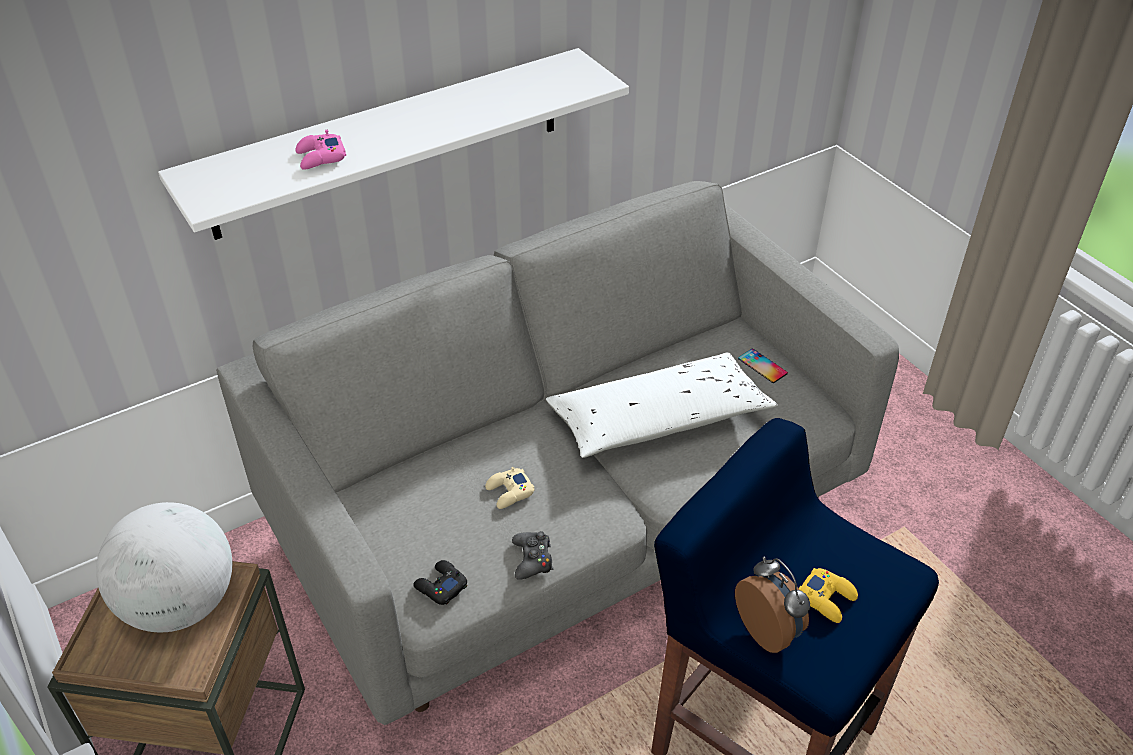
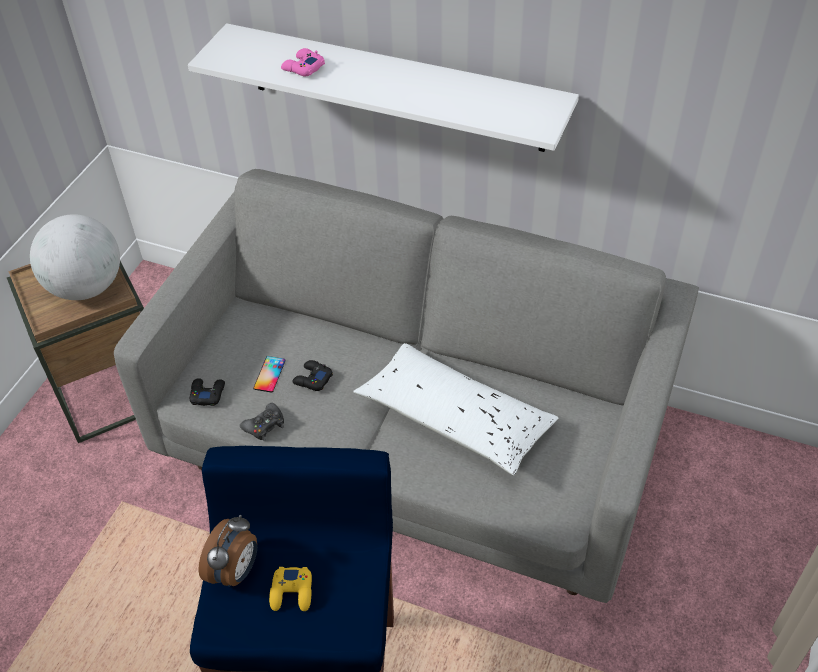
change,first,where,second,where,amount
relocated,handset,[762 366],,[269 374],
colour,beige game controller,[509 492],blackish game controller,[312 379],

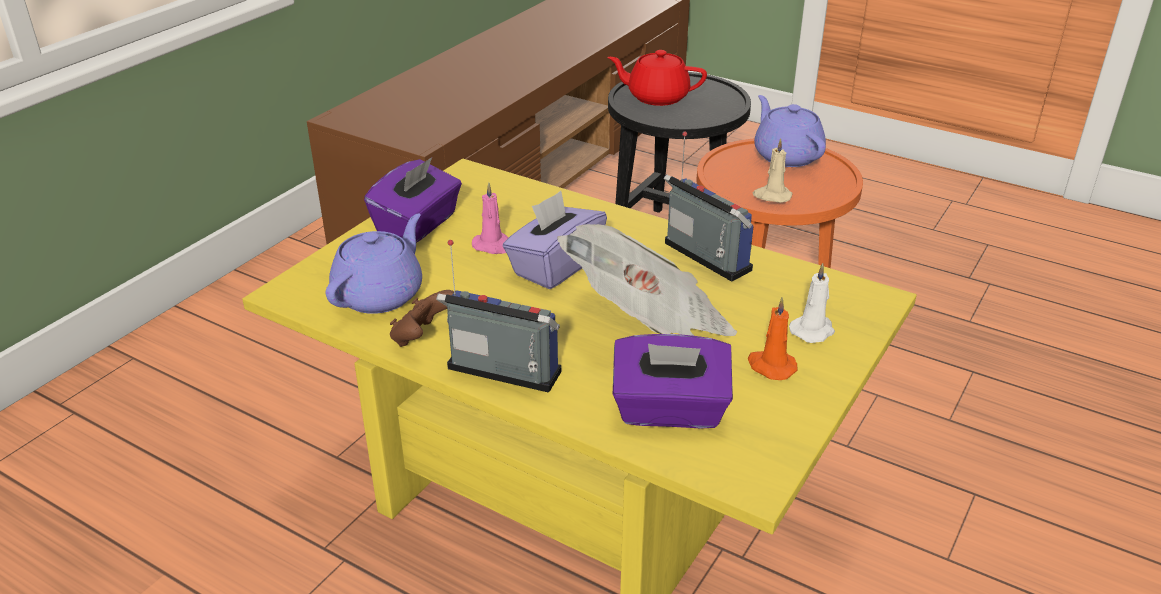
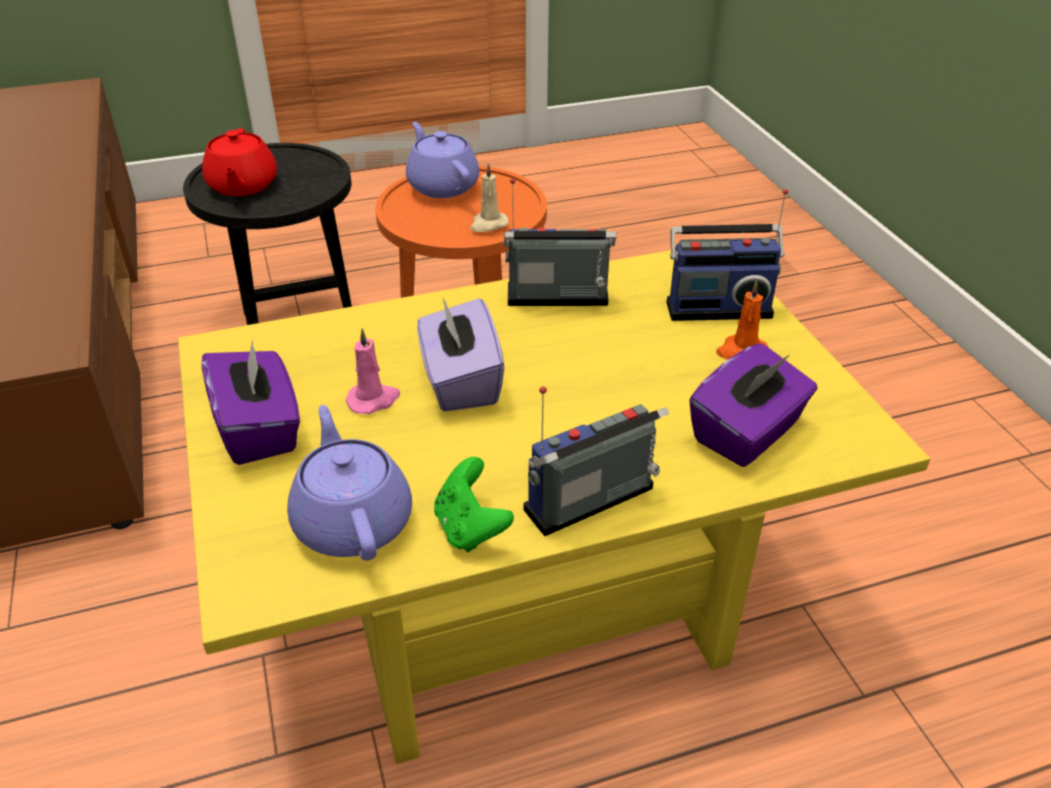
change,first,where,second,where,amount
spun,red teapot,[657 97],,[242 186],60 degrees counterclockwise
spun,purple teapot,[786 155],,[442 185],45 degrees clockwise
missing,newspaper,[648 322],,,
exchanged,whitish wax candle,[813 330],radio set,[717 307],
colour,brown game controller,[422 338],green-coloured game controller,[470 528],

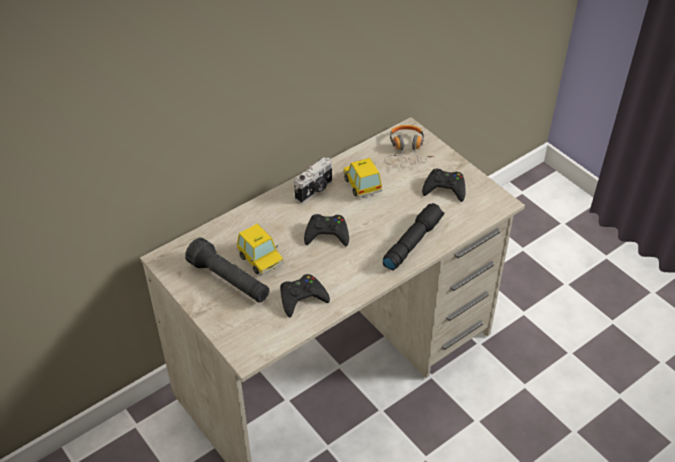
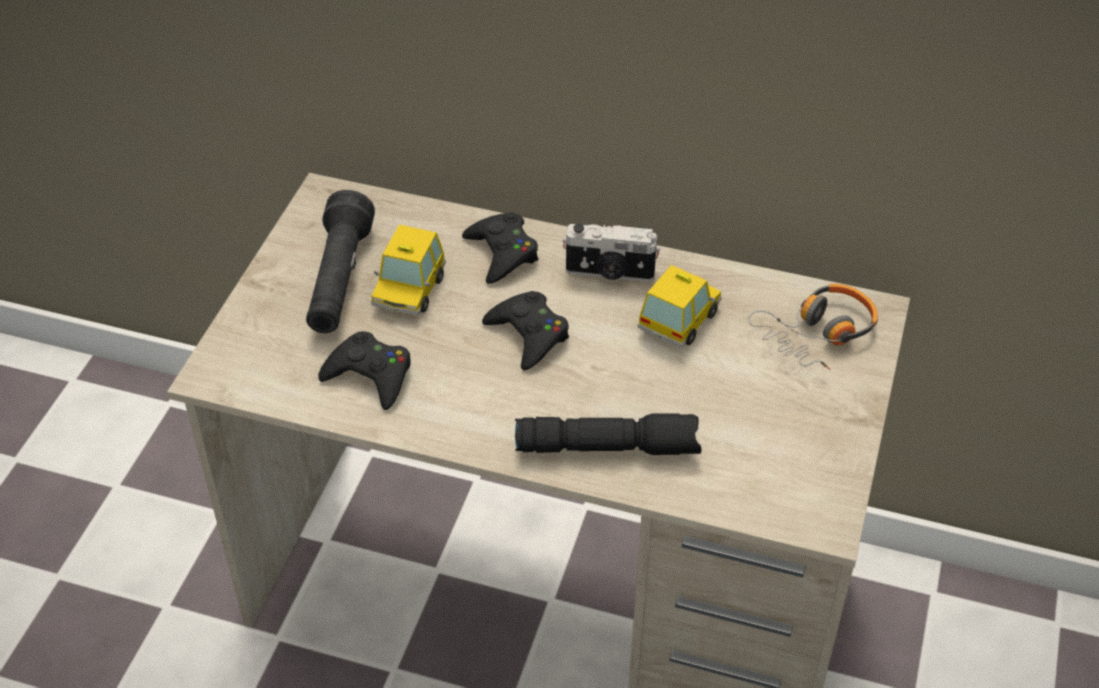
change,first,where,second,where,amount
relocated,blackish game controller,[444 188],,[502 253],

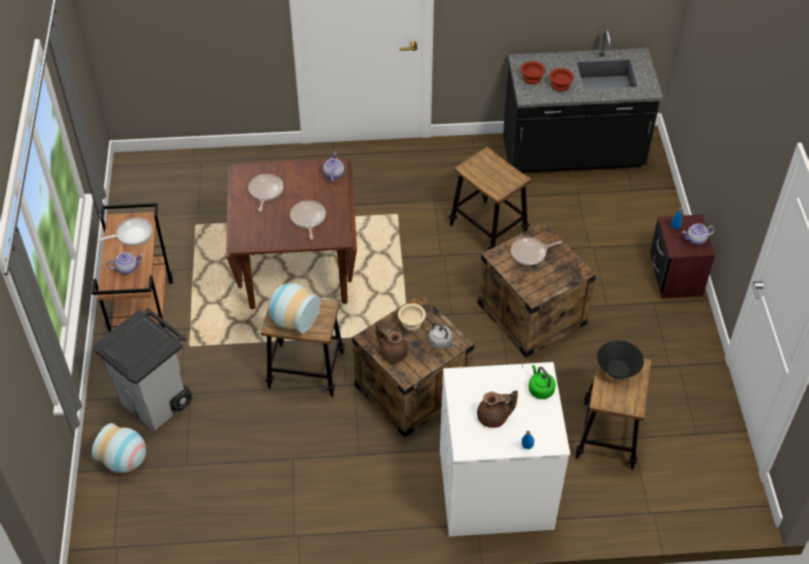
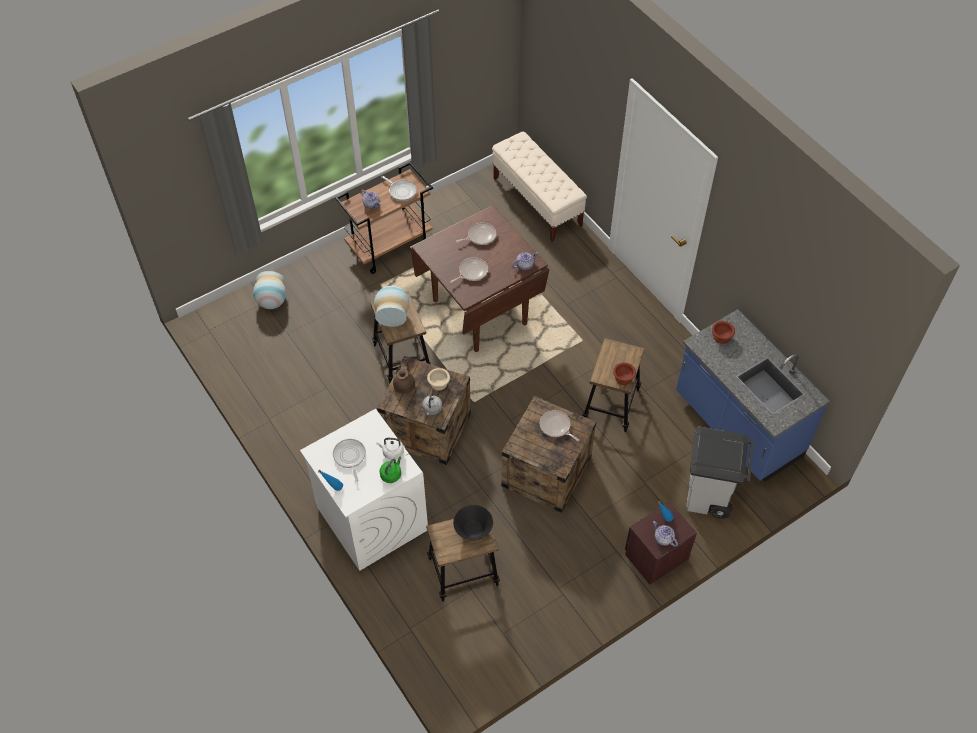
change,first,where,second,where,amount
colour,blackish counter,[572 155],bluish counter,[737 427],
relocated,brown bowl,[560 85],,[624 378],
relocated,grey waste bin,[156 402],,[709 496],
exchanged,brown teapot,[494 417],skillet,[350 457],
appeared,,,beige bench,[537 202],
appeared,,,whitish kettle,[392 452],

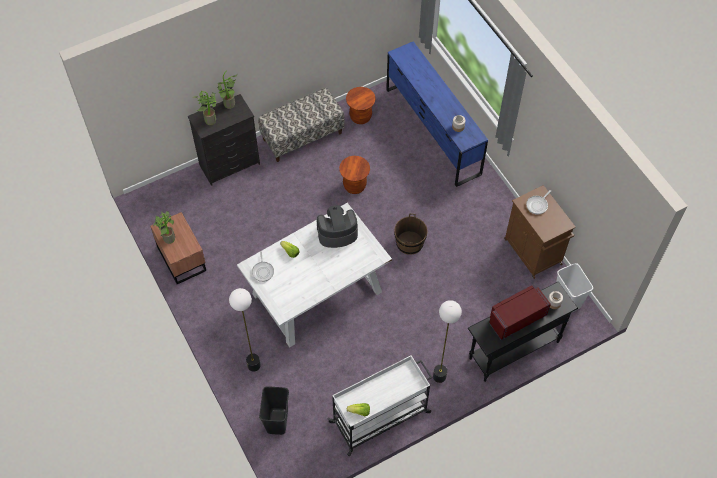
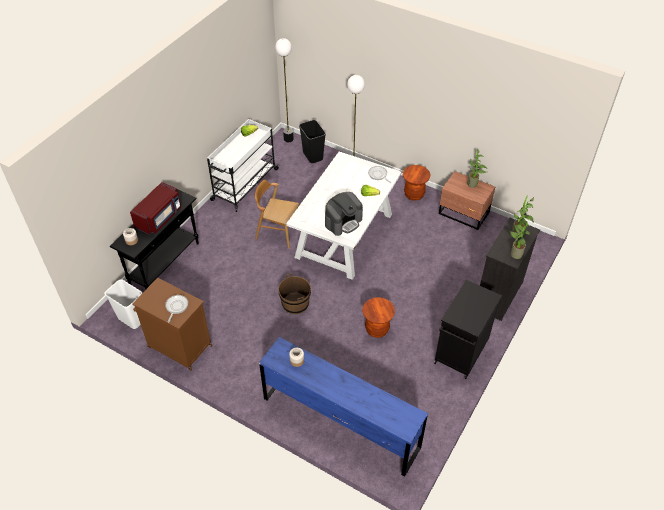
change,first,where,second,where,amount
relocated,brown stool seat,[360 117],,[414 194],
exchanged,bench,[302 136],blackish cupboard,[460 352],
relocated,standing lamp,[439 376],,[288 139],
appeared,,,brown upright chair,[278 232],

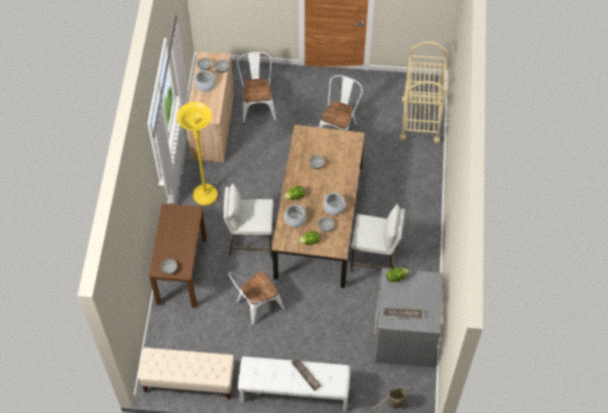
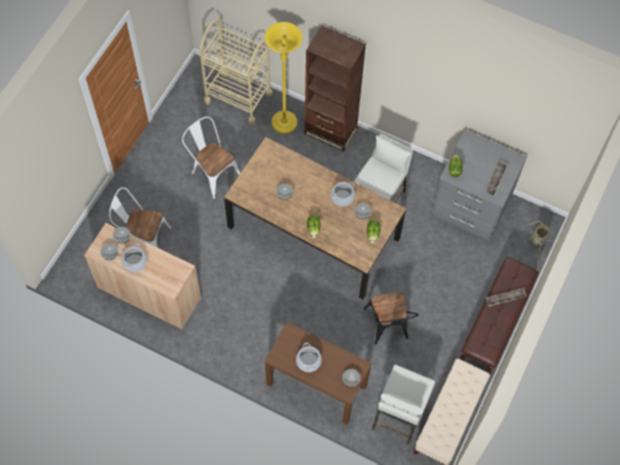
change,first,where,second,where,amount
relocated,yellow-coloured standing lamp,[205 195],,[284 123],
relocated,whitish stool seat,[251 241],,[399 415],
relocated,stockpot,[295 219],,[308 361],
colour,whitish upright chair,[256 306],blackish upright chair,[388 327],
colour,whitish bench,[294 392],brown bench,[494 325],
appeared,,,brown shelving unit,[330 130],

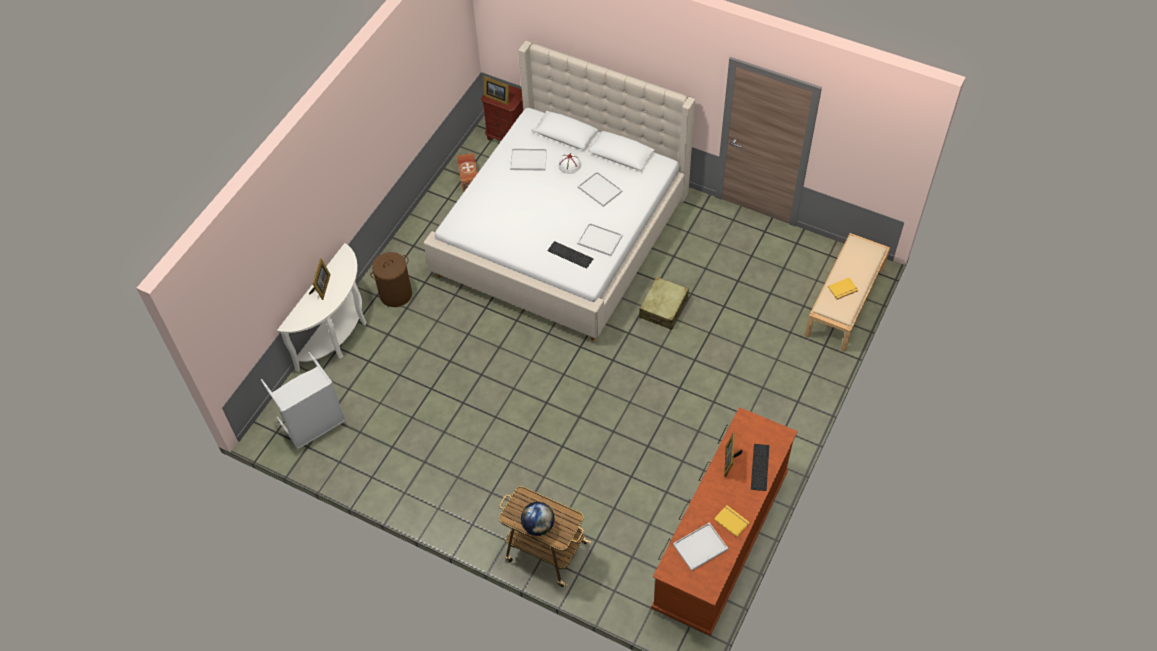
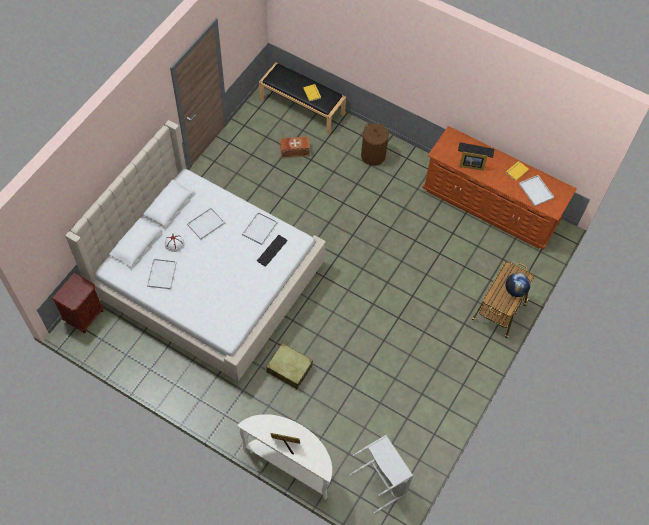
change,first,where,second,where,amount
missing,standing frame,[497 97],,,
relocated,brown storage container,[469 178],,[294 151],
colour,beige bench,[845 302],blackish bench,[302 106],
relocated,brown washing basket,[396 294],,[373 155],
relocated,beige travel case,[663 308],,[289 369],

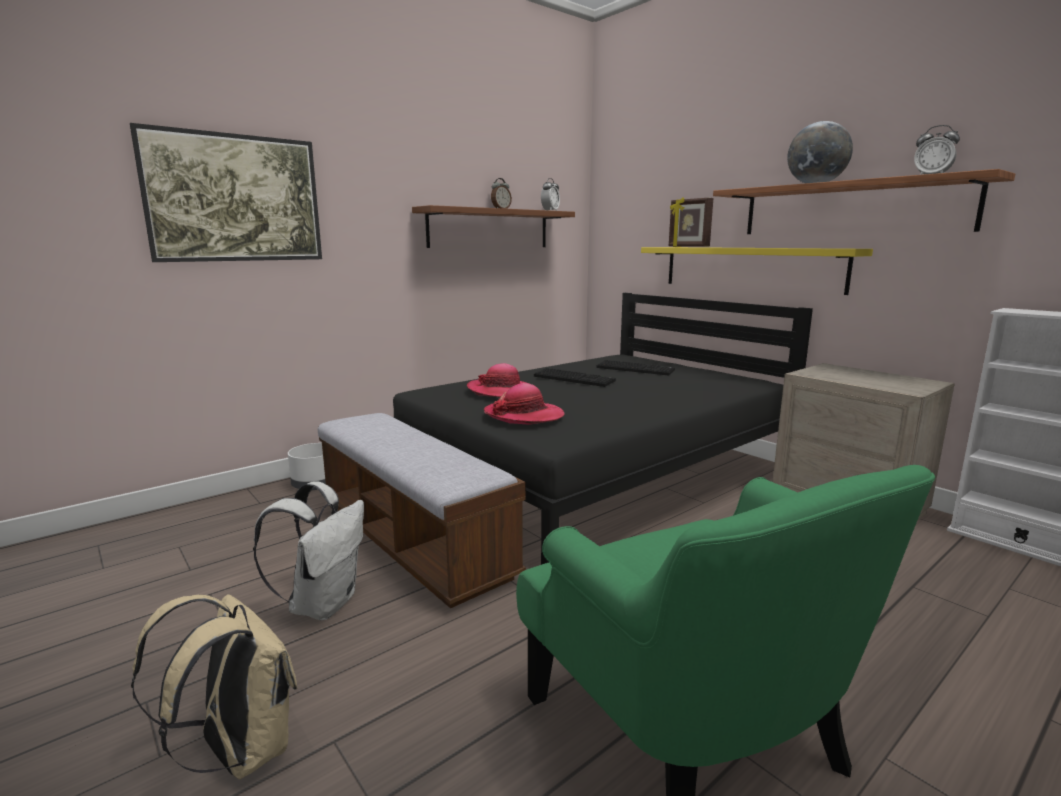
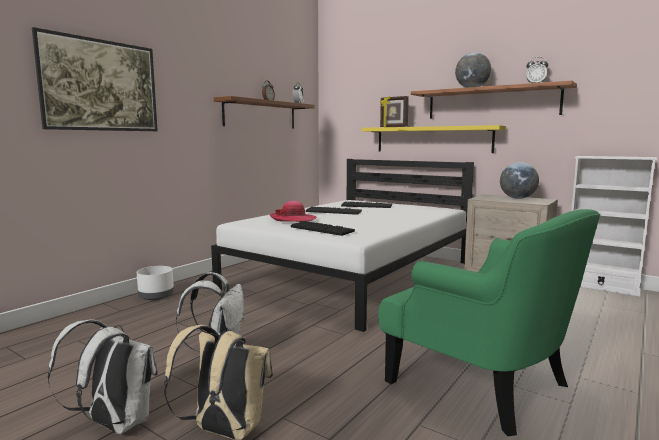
change,first,where,second,where,amount
colour,blackish bedroom bed,[597 475],whitish bedroom bed,[353 275],
exchanged,hat,[524 415],PC keyboard,[323 229],
missing,bench,[412 540],,,
appeared,,,desk globe,[517 198],
appeared,,,whitish knapsack,[114 424],

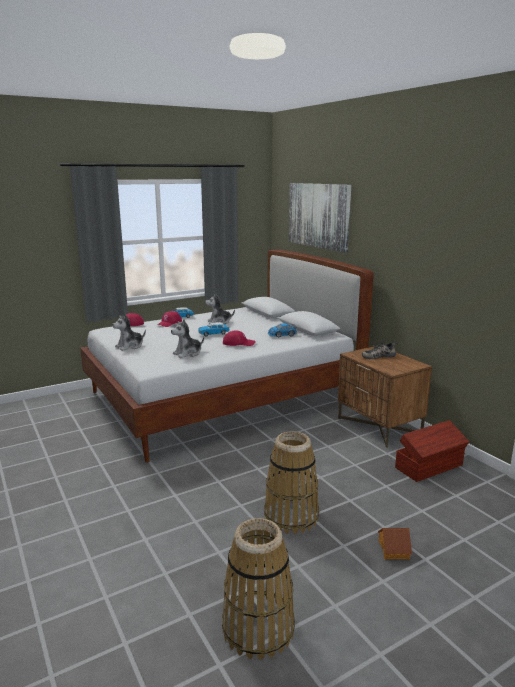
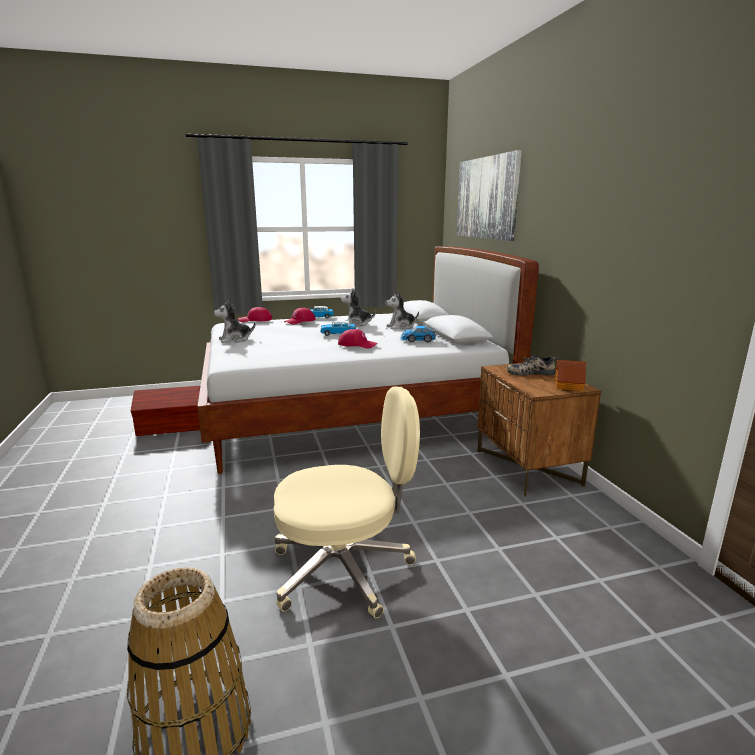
change,first,where,second,where,amount
relocated,plush toy,[188 353],,[401 327],
relocated,brown storage container,[430 466],,[172 427],
exchanged,household basket,[291 516],beige desk chair,[344 569],
relocated,model house,[394 550],,[569 385],

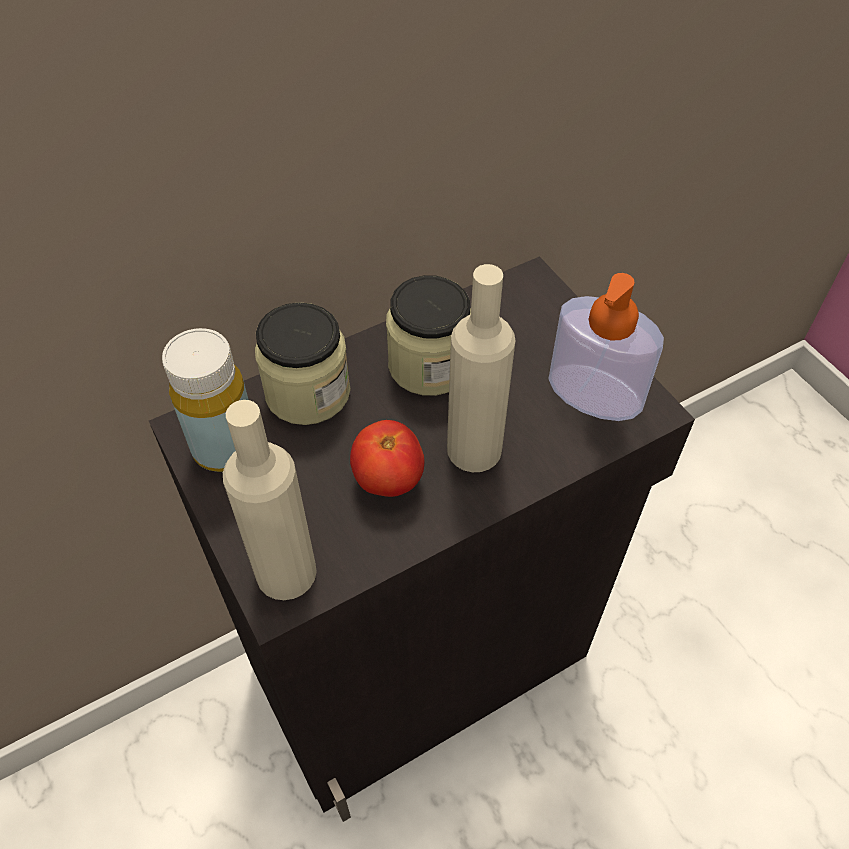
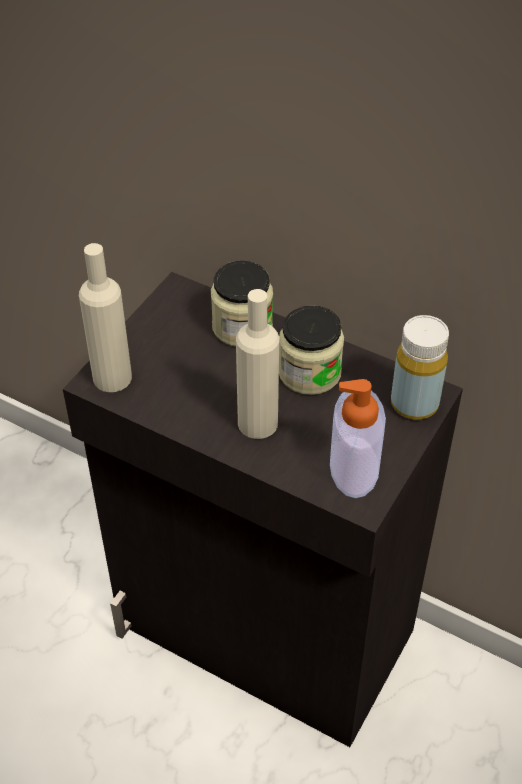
change,first,where,second,where,amount
relocated,yellow-coloured drink bottle,[225 447],,[414 403],
missing,tomato,[388 479],,,

